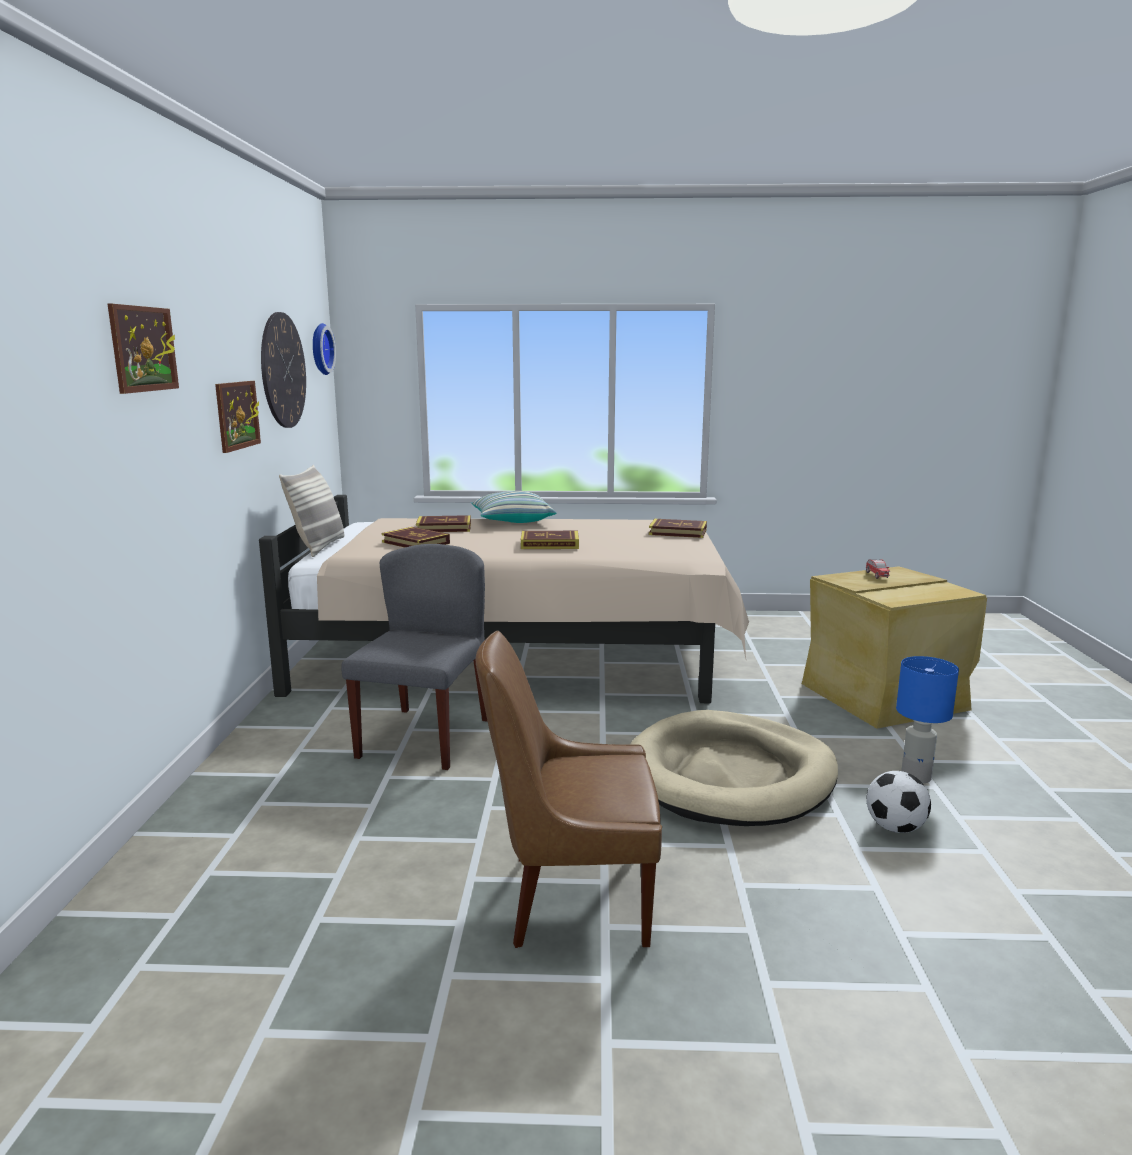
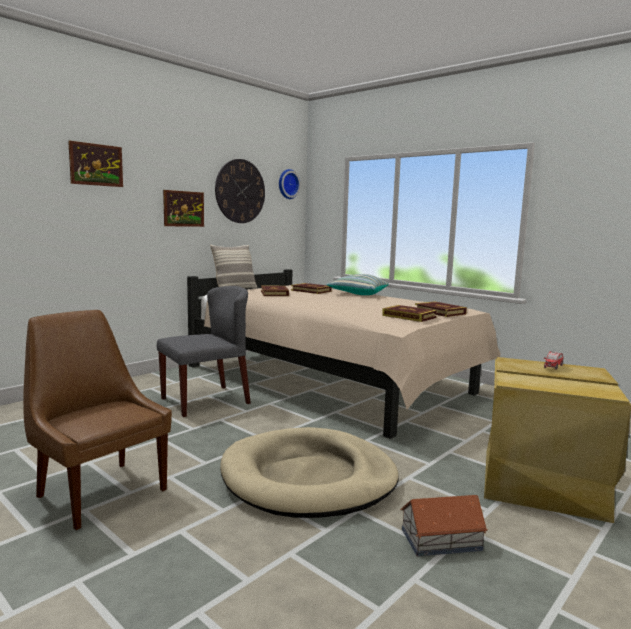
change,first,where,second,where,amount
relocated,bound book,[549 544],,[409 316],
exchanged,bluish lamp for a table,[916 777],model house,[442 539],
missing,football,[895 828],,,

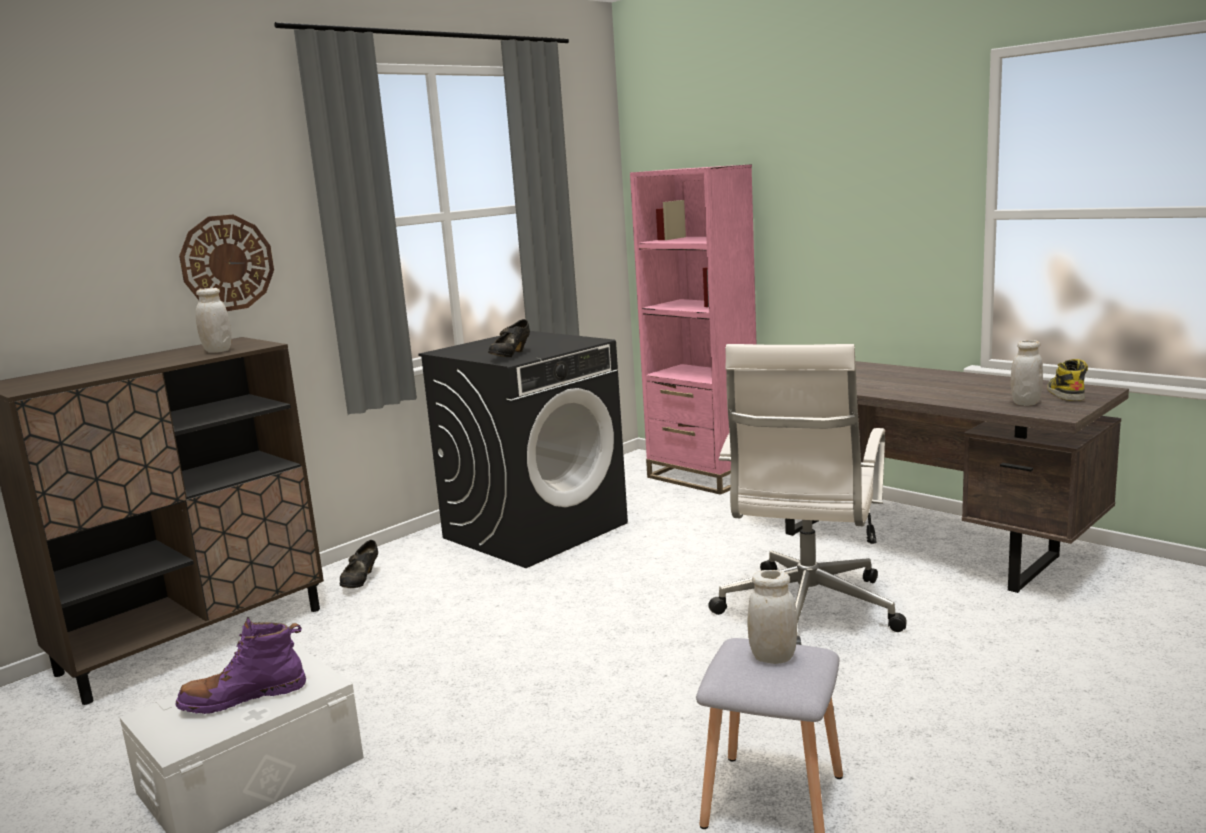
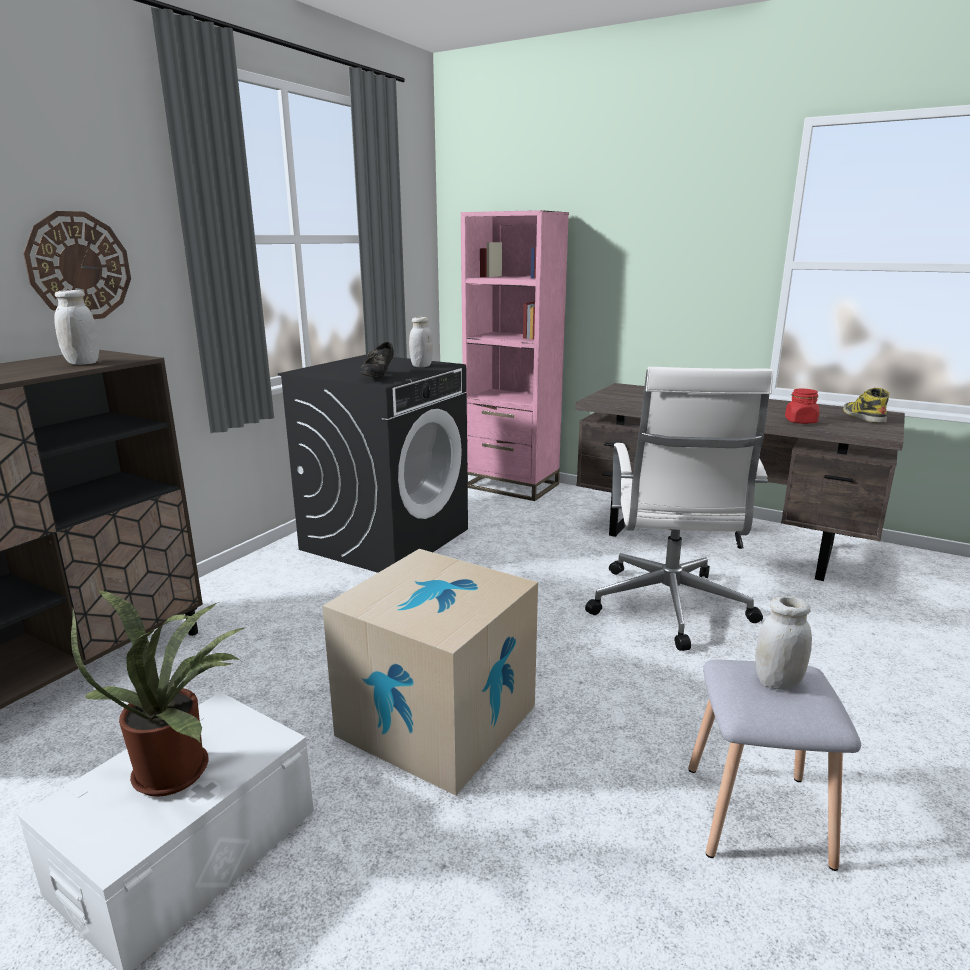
change,first,where,second,where,amount
relocated,whitish storage jar,[1025 403],,[421 366],
missing,blackish item of footwear,[361 581],,,
exchanged,purple high-top boot,[244 697],houseplant,[179 769],
appeared,,,red storage jar,[800 421],
appeared,,,cardboard box,[437 720],

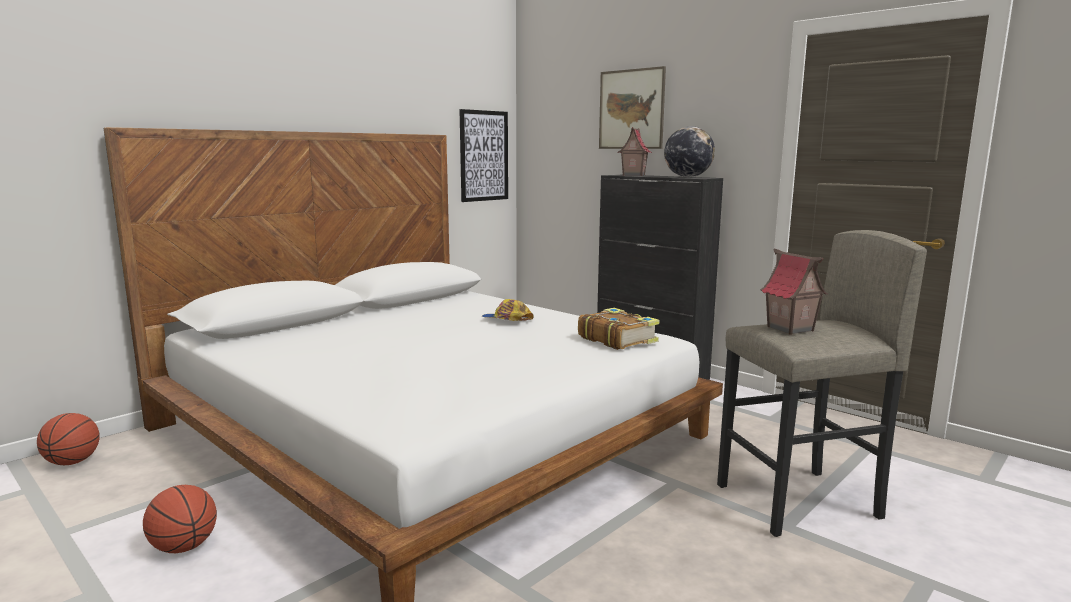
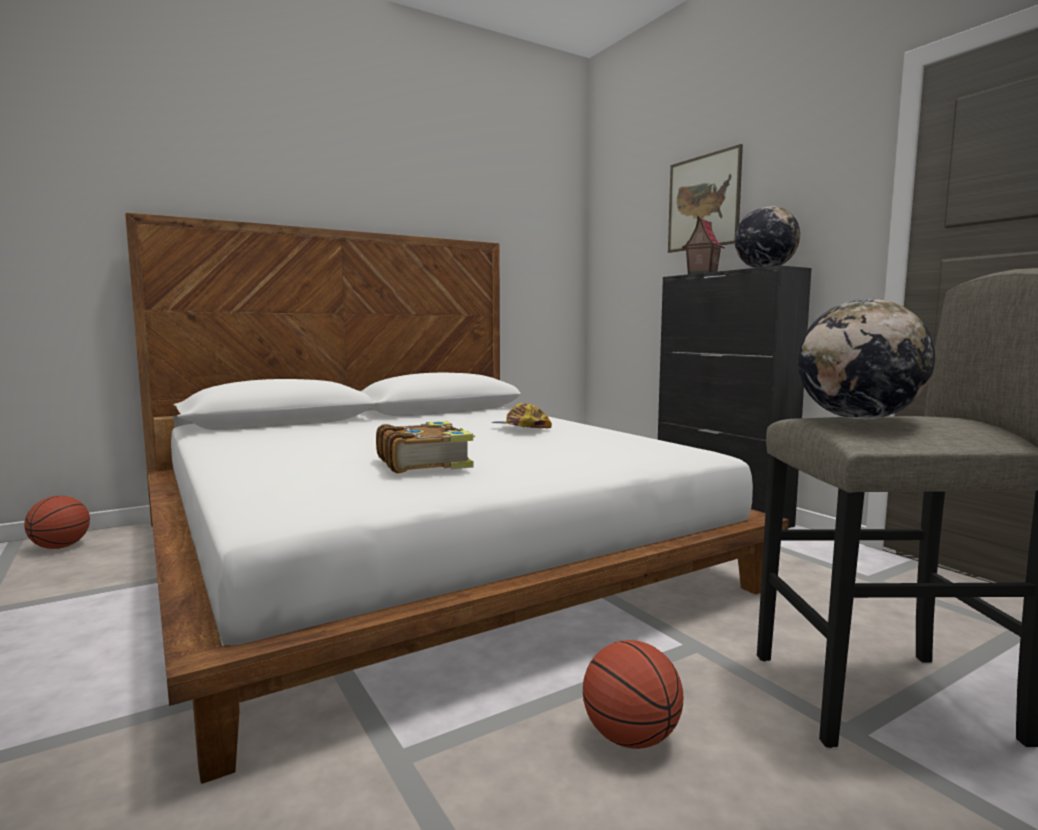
change,first,where,second,where,amount
missing,wall art,[484 156],,,
exchanged,model house,[789 329],desk globe,[859 419],
relocated,bound book,[617 339],,[425 462],
relocated,basketball,[184 547],,[630 738],

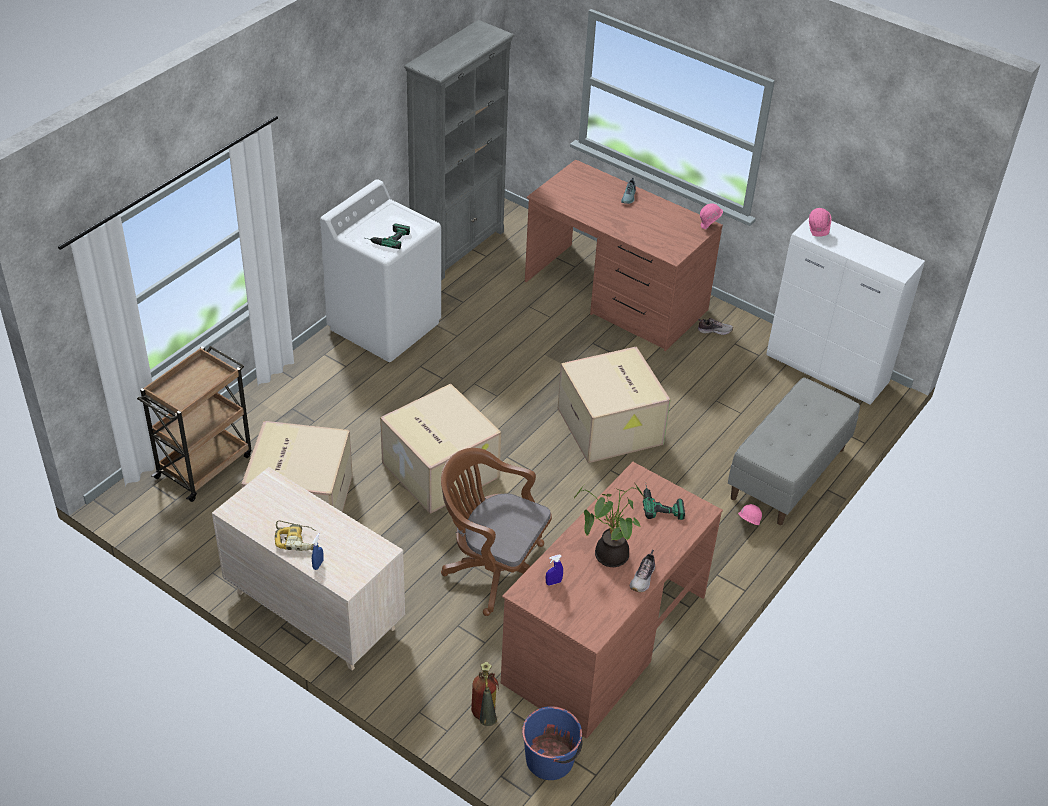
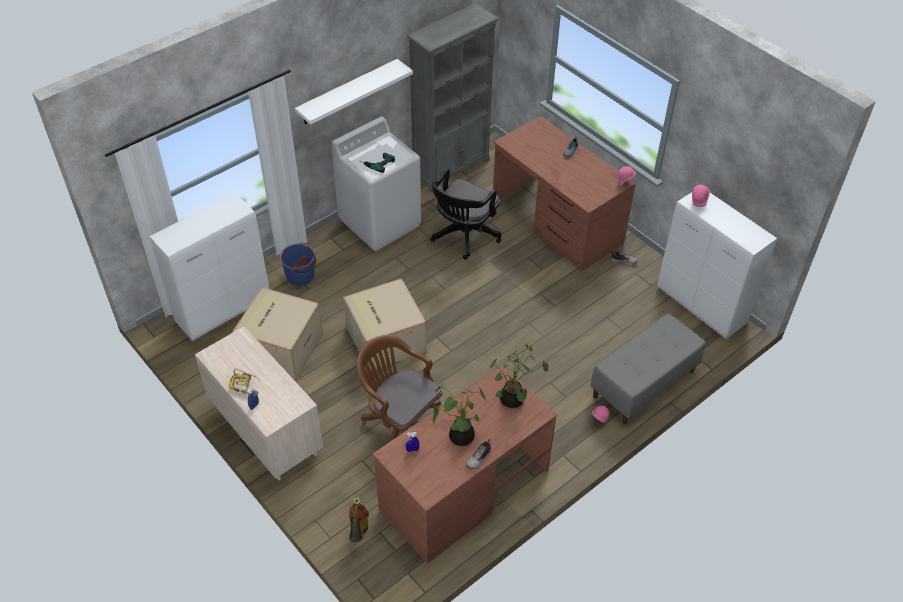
change,first,where,second,where,amount
exchanged,brown cart,[205 465],whitish cupboard,[224 309],
missing,cardboard box,[611 426],,,
exchanged,electric drill,[661 502],houseplant,[513 401],
relocated,bluish pail,[550 759],,[301 276],
appeared,,,whitish wall shelf,[348 92],
appeared,,,blackish desk chair,[463 236],

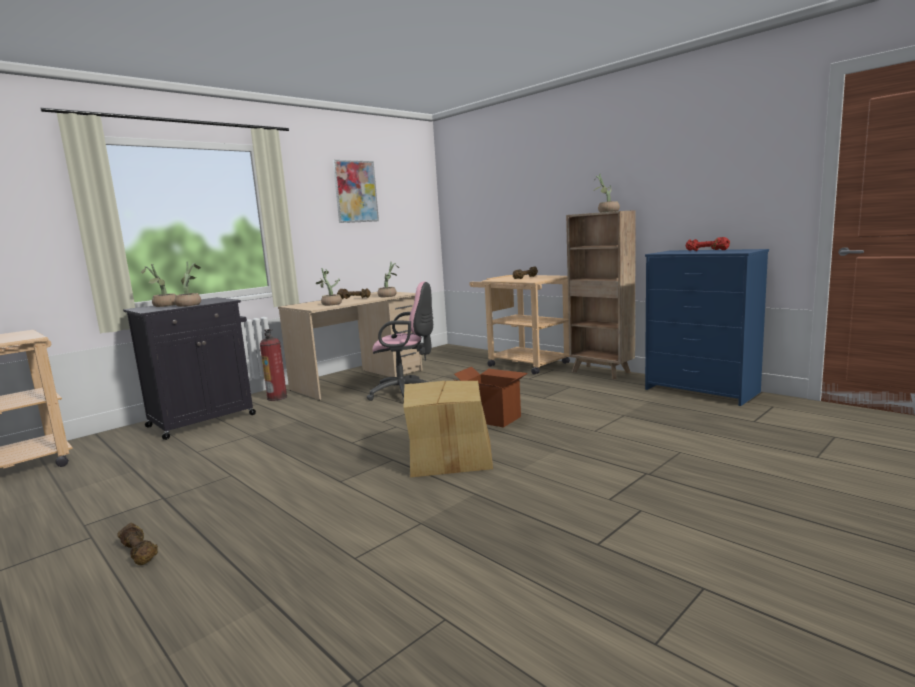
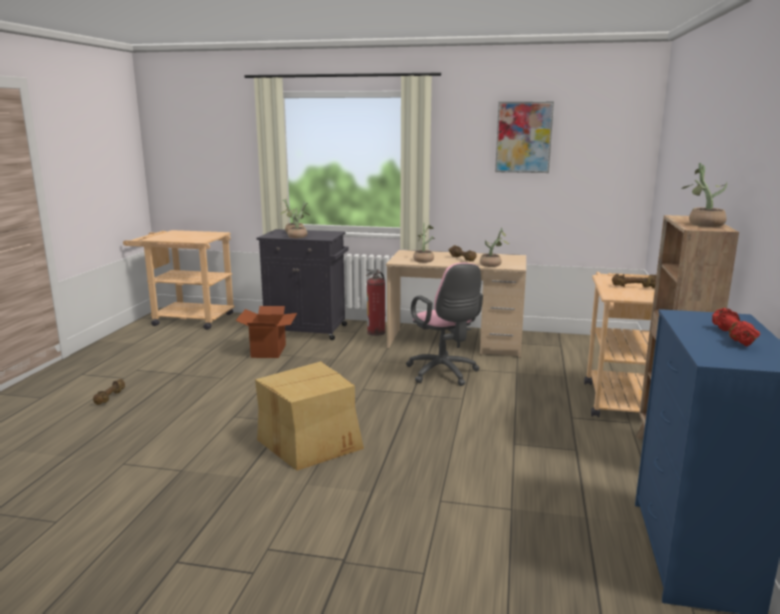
change,first,where,second,where,amount
relocated,cardboard box,[493 418],,[269 351],

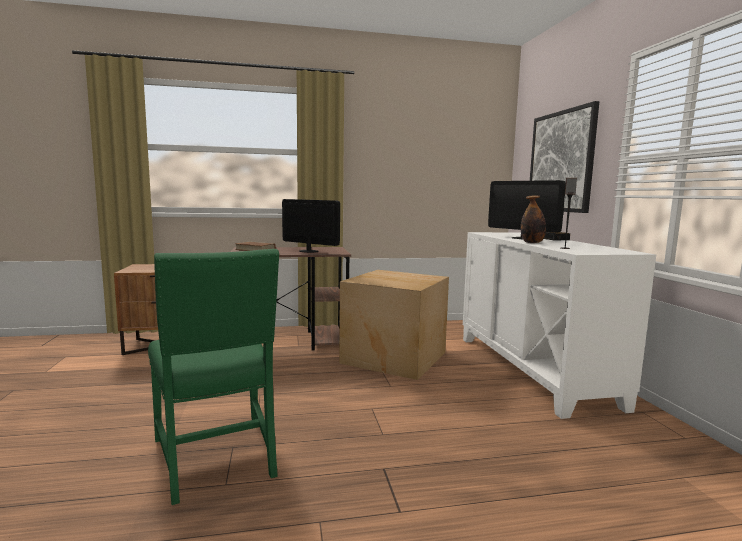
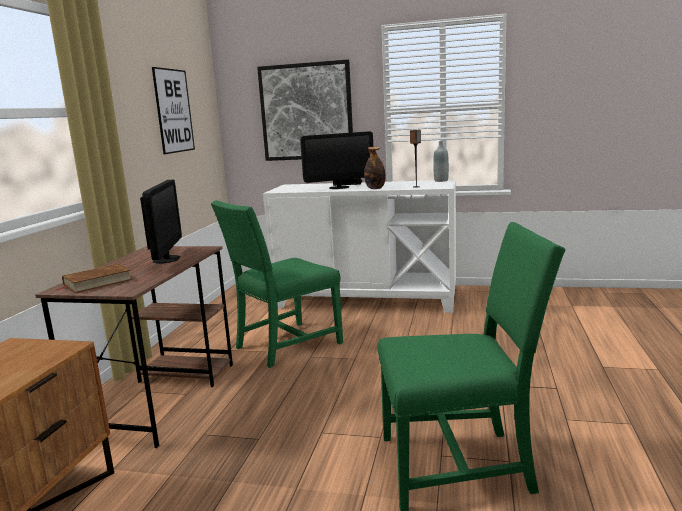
change,first,where,second,where,amount
spun,monitor,[308 251],,[166 259],120 degrees clockwise
exchanged,cardboard box,[393 357],green-coloured upright chair,[285 345],
appeared,,,wall art,[173 111],
appeared,,,grey drink bottle,[441 180],

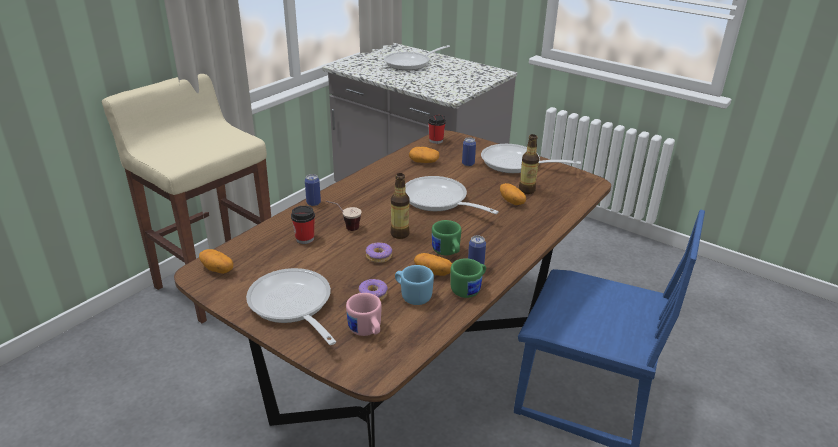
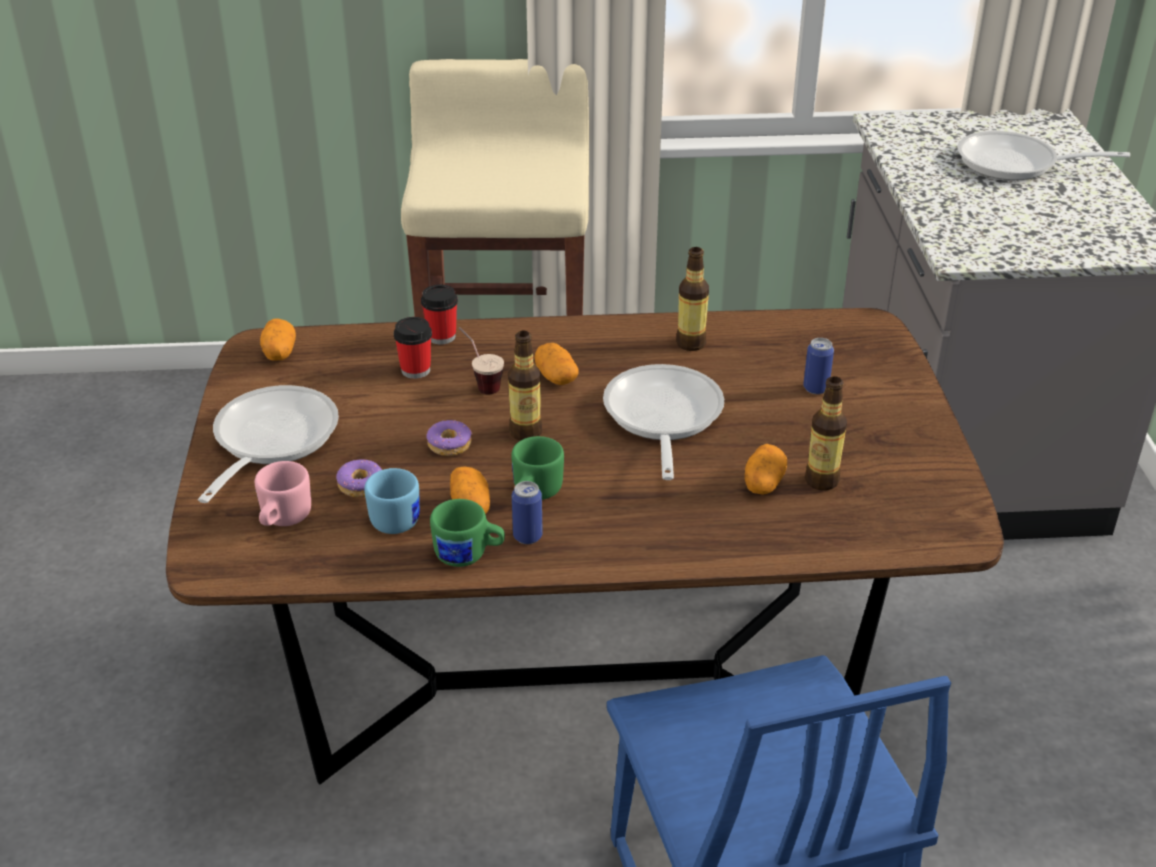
change,first,where,second,where,amount
relocated,drinking cup,[436 140],,[441 336],
missing,skillet,[515 164],,,
relocated,potato,[423 162],,[556 377],
missing,metal can,[313 203],,,
appeared,,,drink bottle,[690 343],

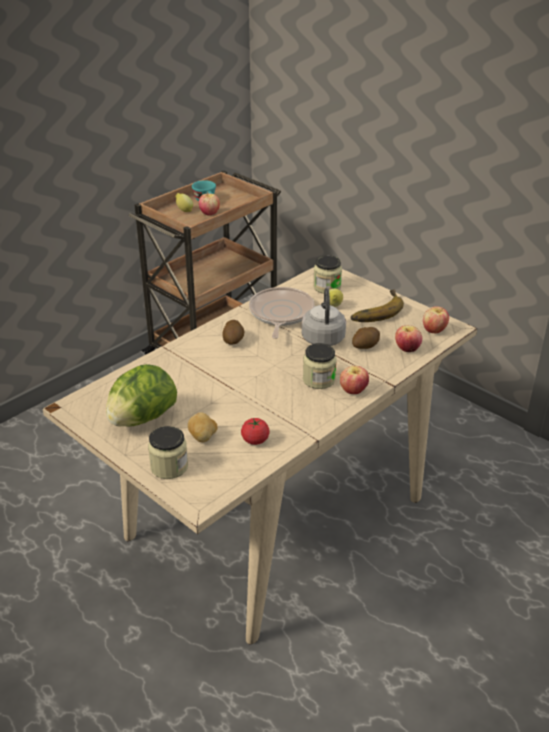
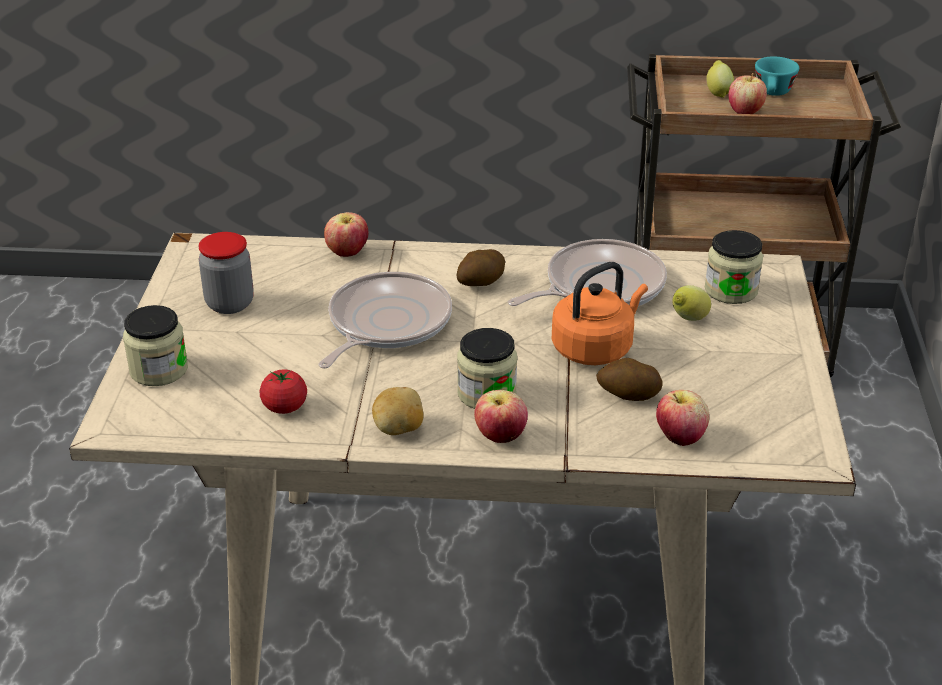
change,first,where,second,where,amount
colour,grey kettle,[323 337],orangey kettle,[595 348],
missing,banana fruit,[374 310],,,
relocated,apple,[434 330],,[347 253],
exchanged,head of lettuce,[142 419],storage jar,[229 304],
relocated,potato,[203 437],,[399 429],
appeared,,,skillet,[385 324],

